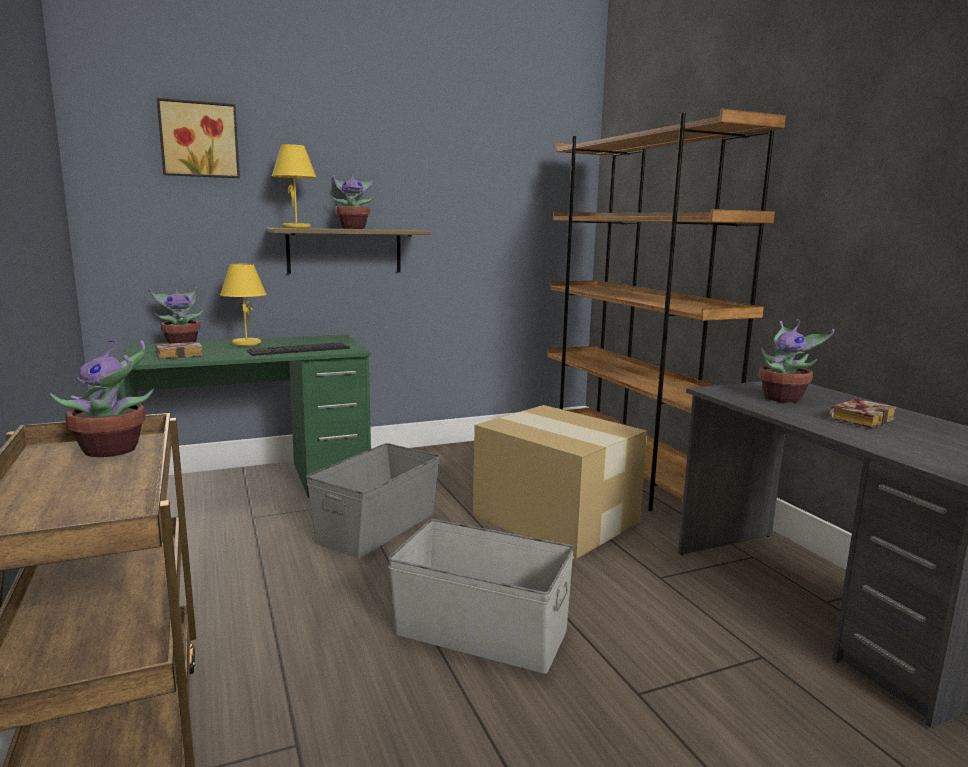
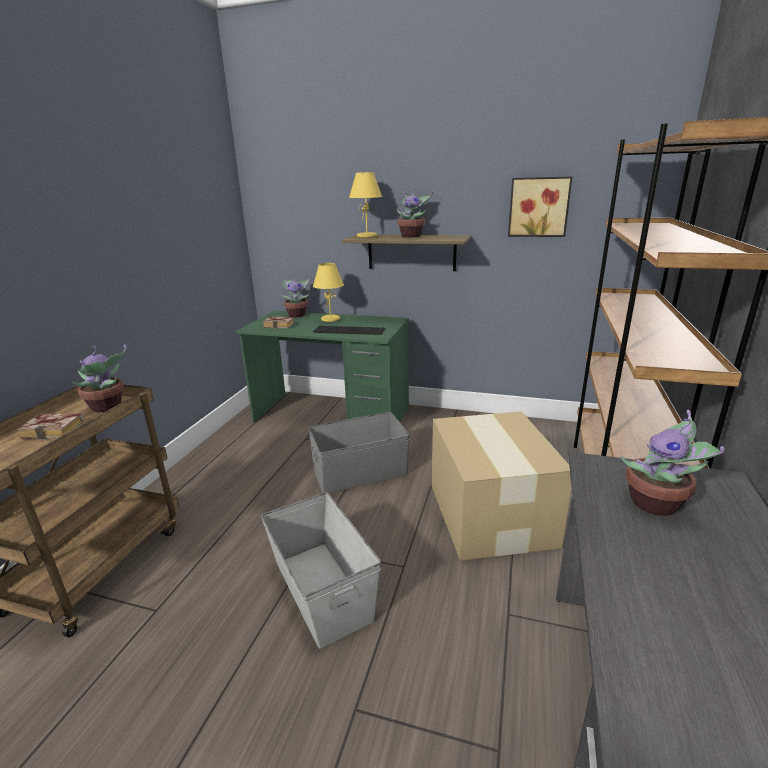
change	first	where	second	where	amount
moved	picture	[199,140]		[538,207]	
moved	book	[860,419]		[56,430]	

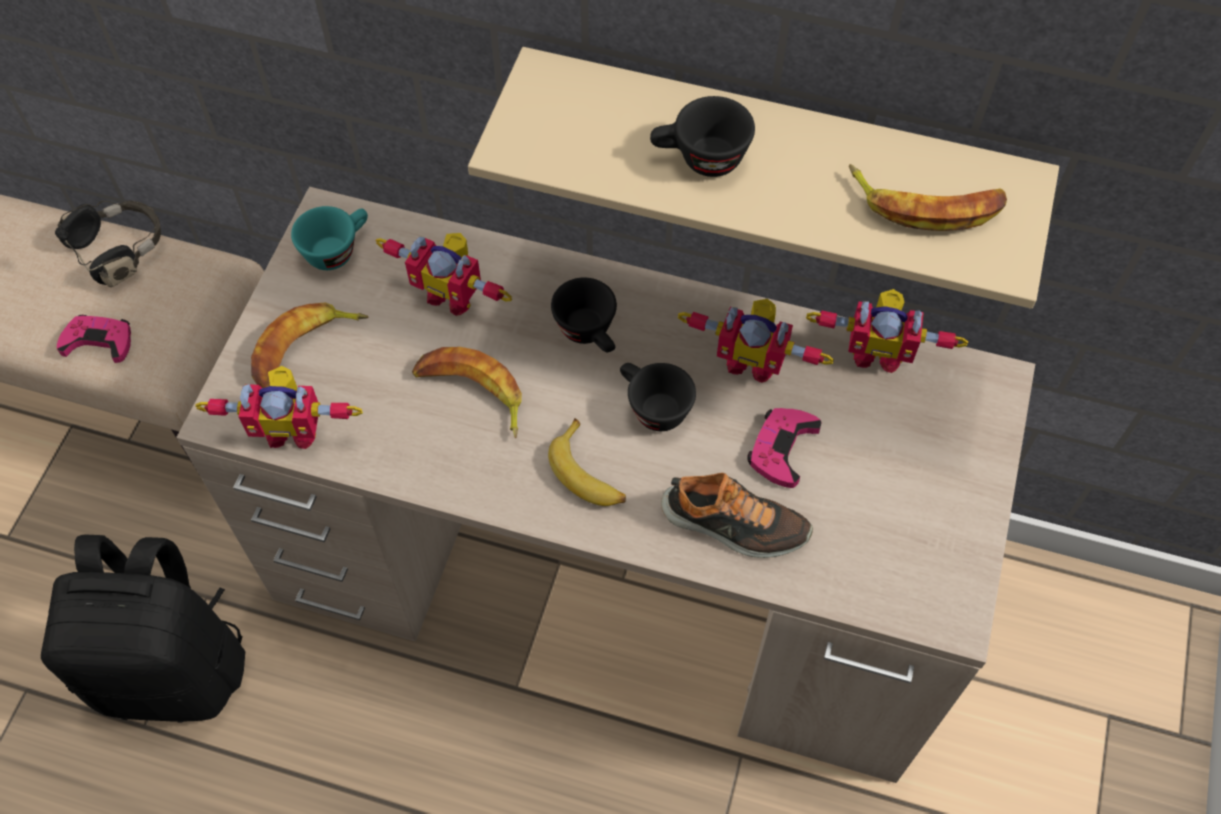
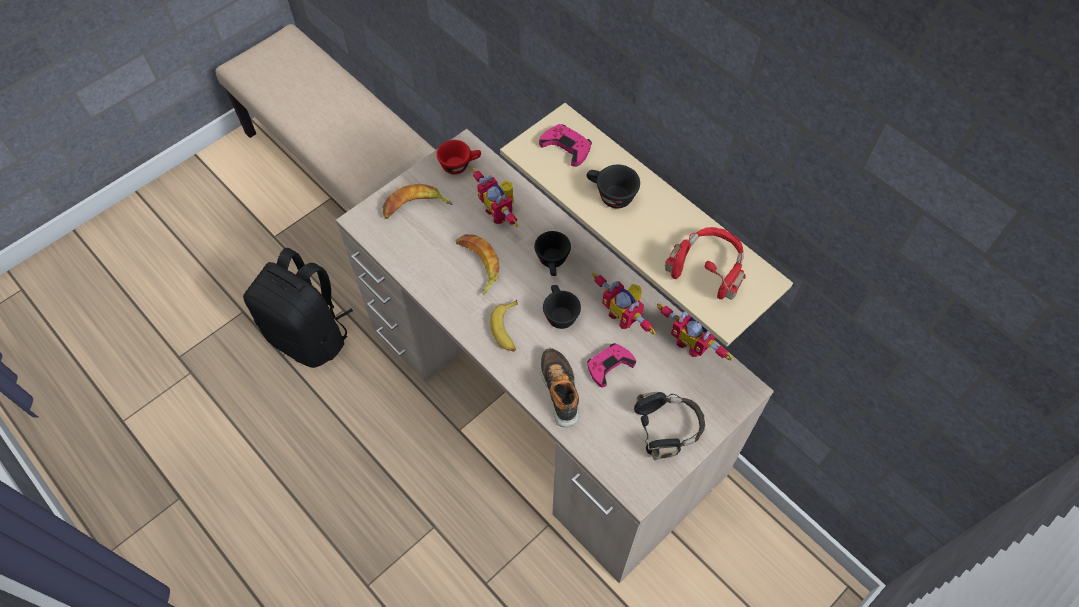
change	first	where	second	where	amount
moved	black headphones	[120,250]		[667,428]	
moved	pink game controller	[99,341]		[566,147]	
removed	toy robot	[292,428]			
recoloured	turquoise cup	[337,249]	red cup	[460,165]	
turned	shoe	[733,524]		[560,390]	150 degrees counterclockwise
replaced	banana	[926,204]	red headphones	[707,269]	

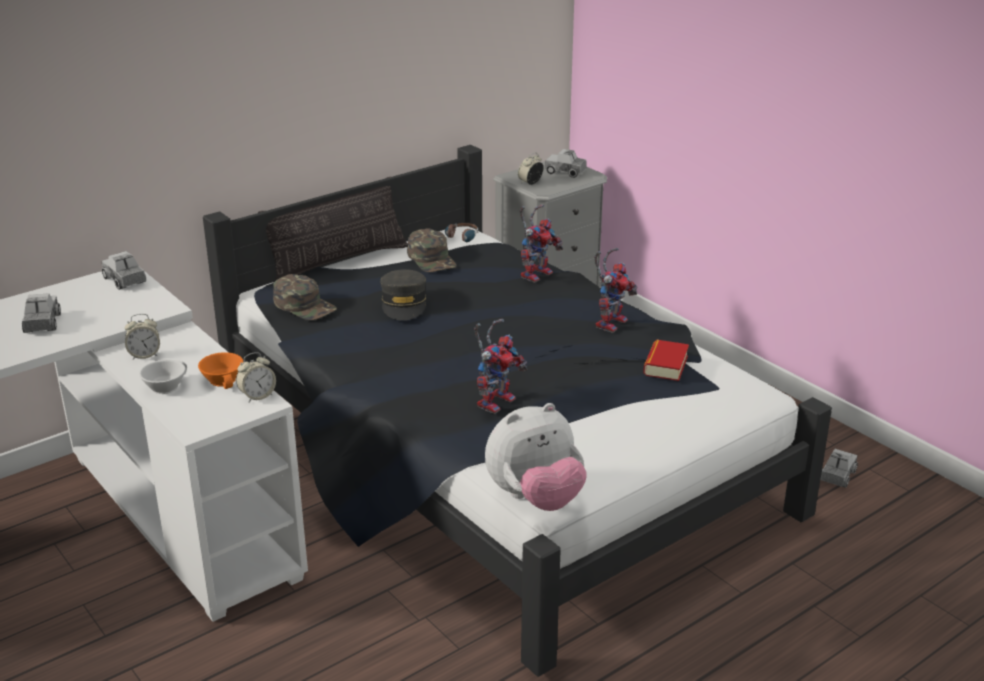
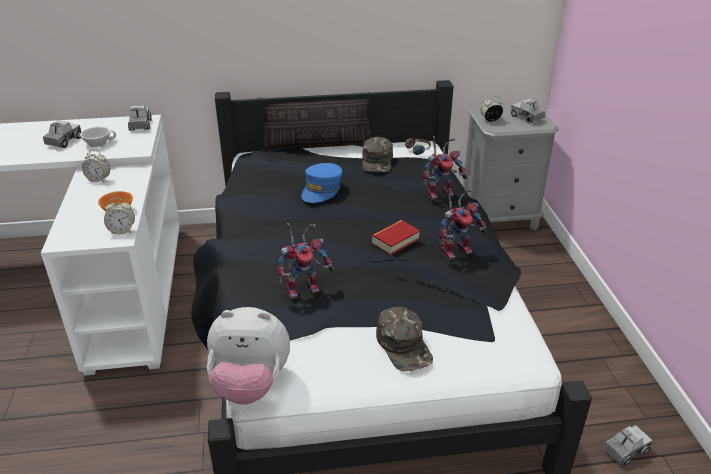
change	first	where	second	where	amount
moved	white cup	[164,386]		[98,143]	
moved	green cap	[305,305]		[404,345]	
recoloured	grey cap	[404,304]	blue cap	[321,190]	
moved	book	[665,365]		[395,241]	

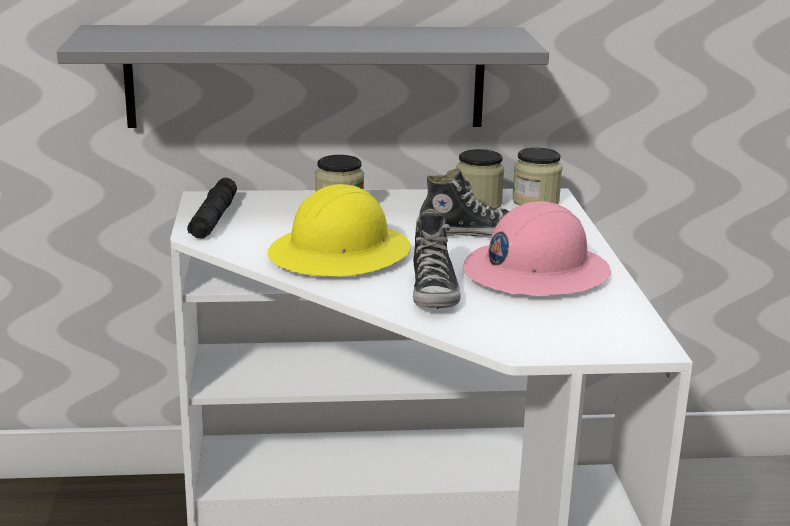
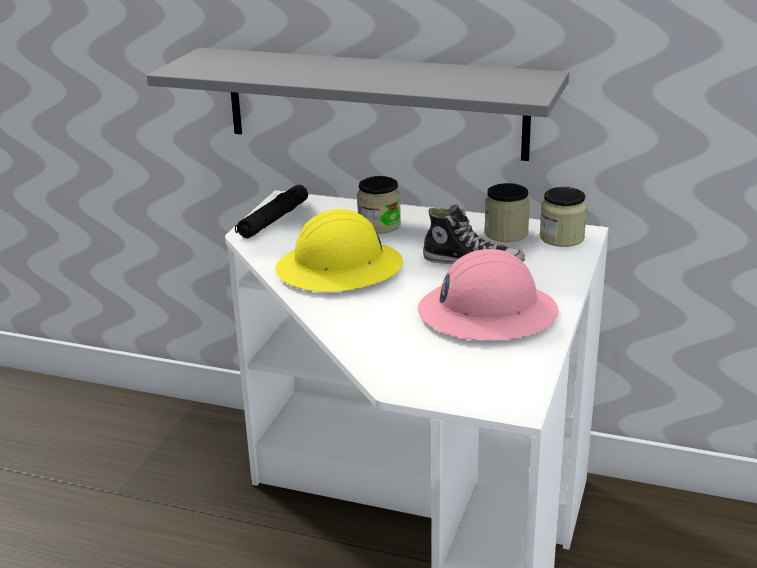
change	first	where	second	where	amount
removed	shoe	[434,292]			

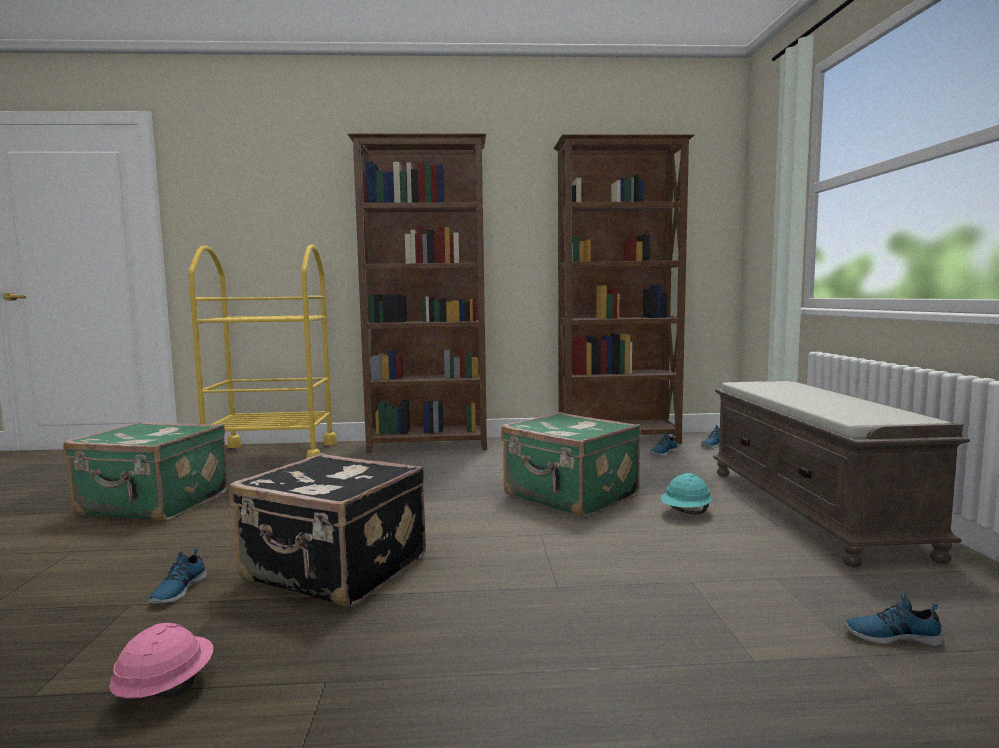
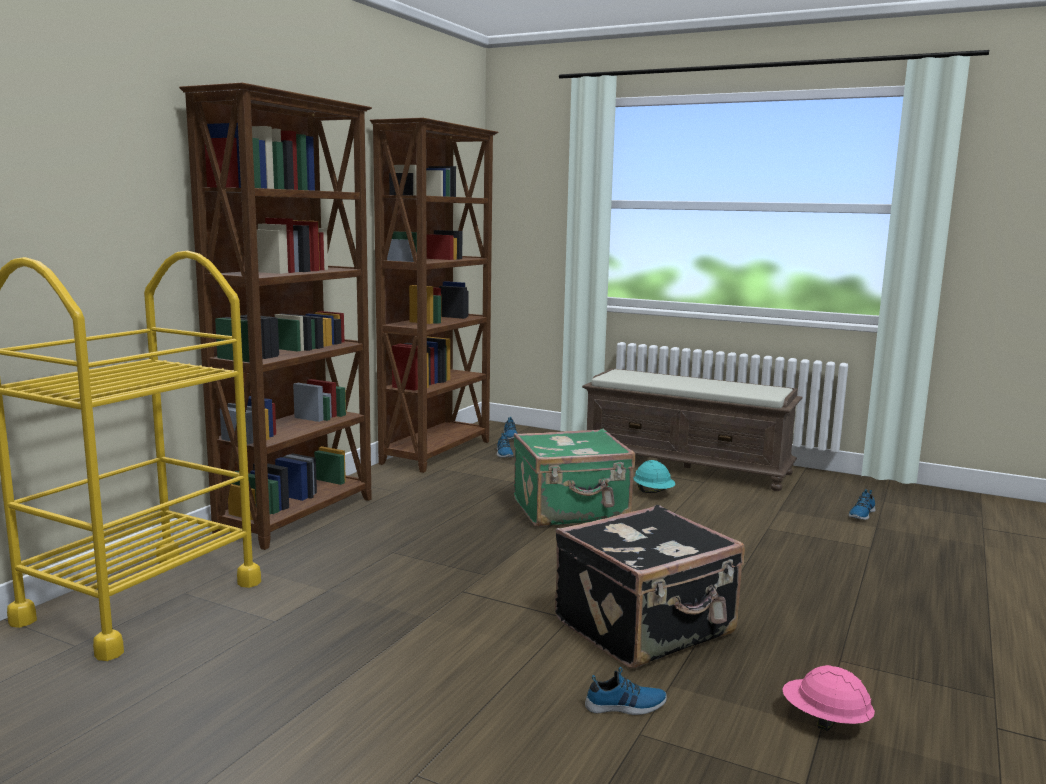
change	first	where	second	where	amount
removed	green suitcase	[154,505]			
turned	shoe	[177,590]		[626,706]	45 degrees counterclockwise

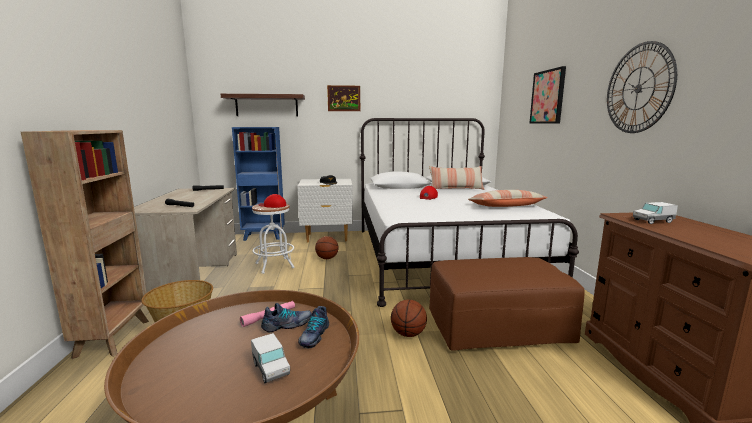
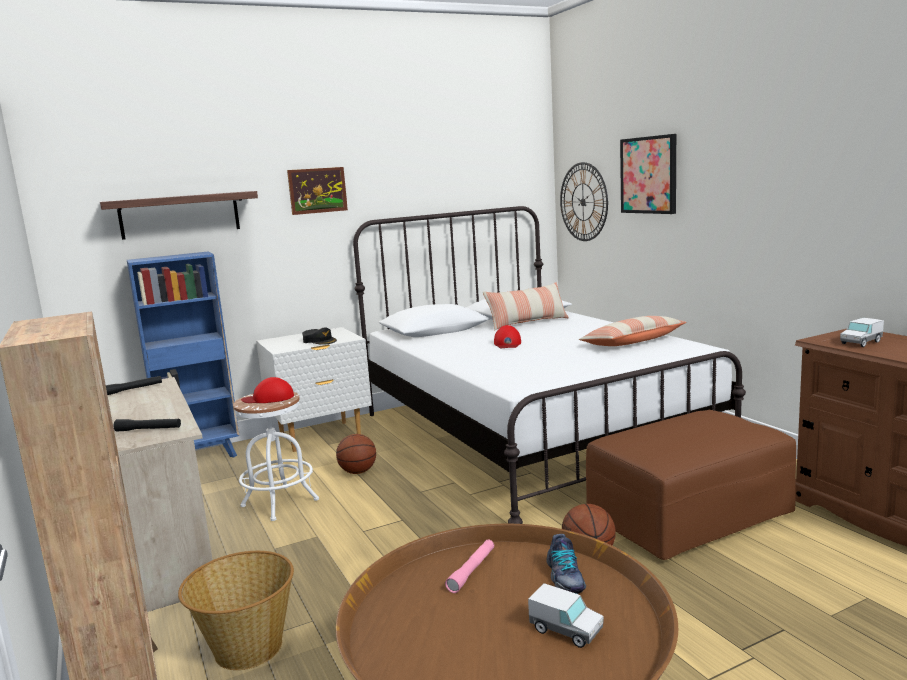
change	first	where	second	where	amount
removed	shoe	[287,325]			
moved	wall clock	[638,88]		[583,202]	

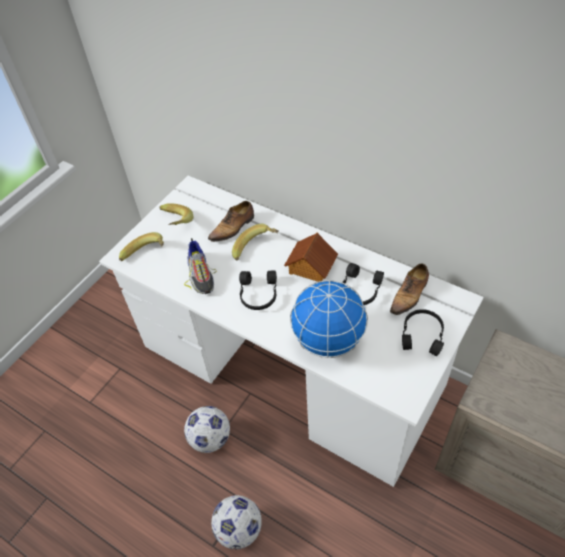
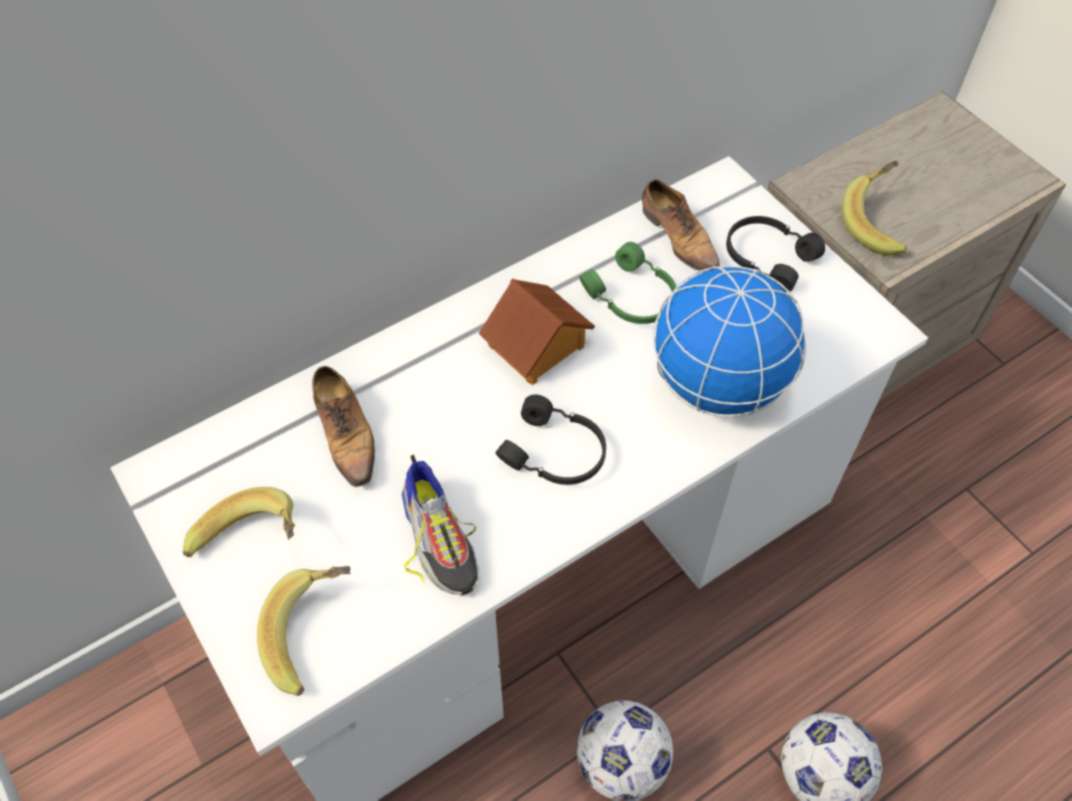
change	first	where	second	where	amount
turned	shoe	[201,274]		[440,538]	60 degrees clockwise
moved	banana	[256,249]		[878,223]	
recoloured	black headphones	[359,290]	green headphones	[631,297]	

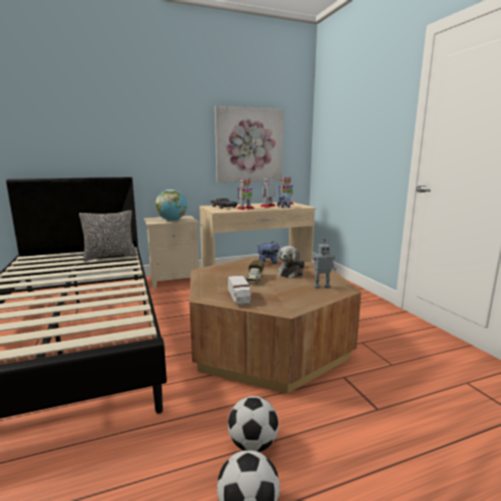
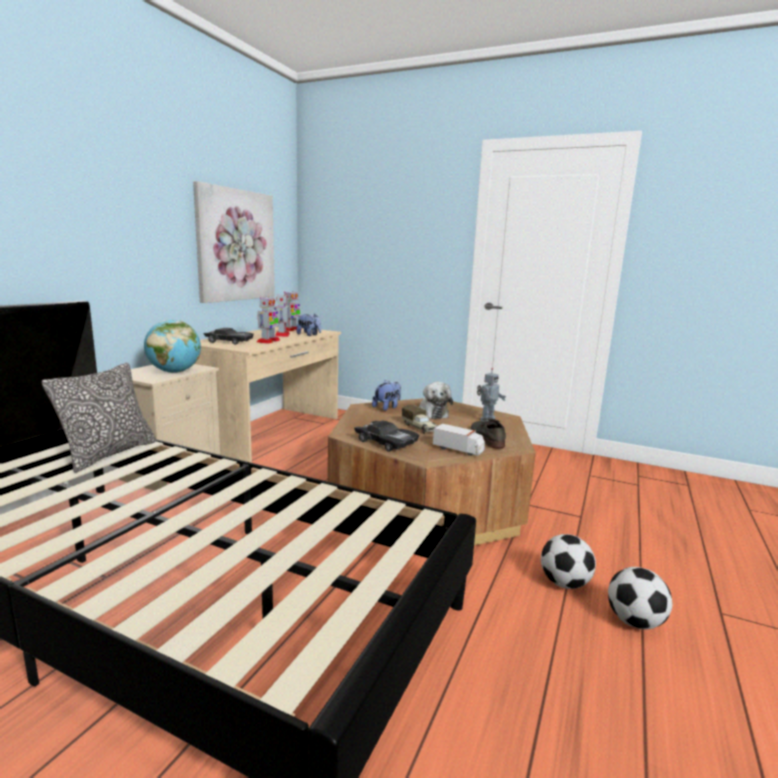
change	first	where	second	where	amount
added			black toy car	[386,442]	
added			grey shoe	[486,438]	

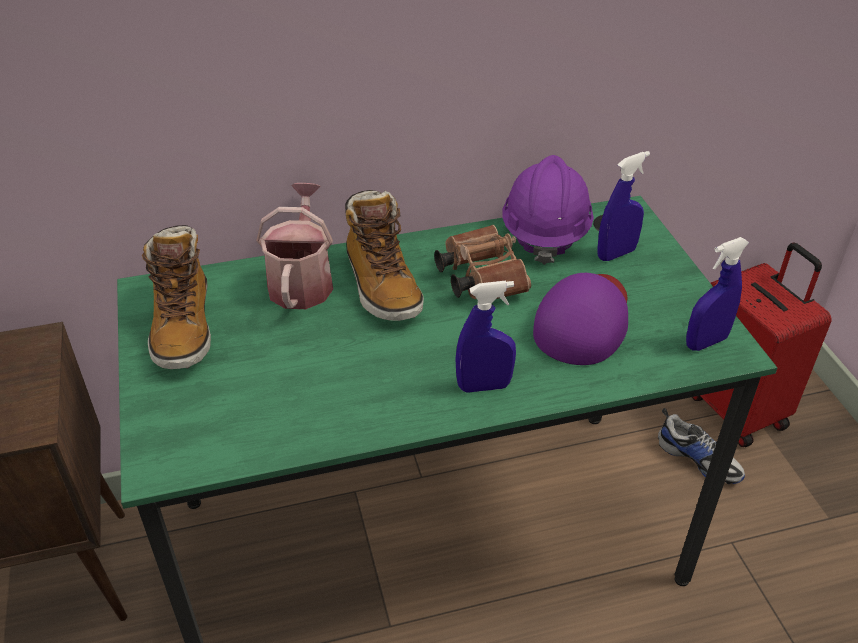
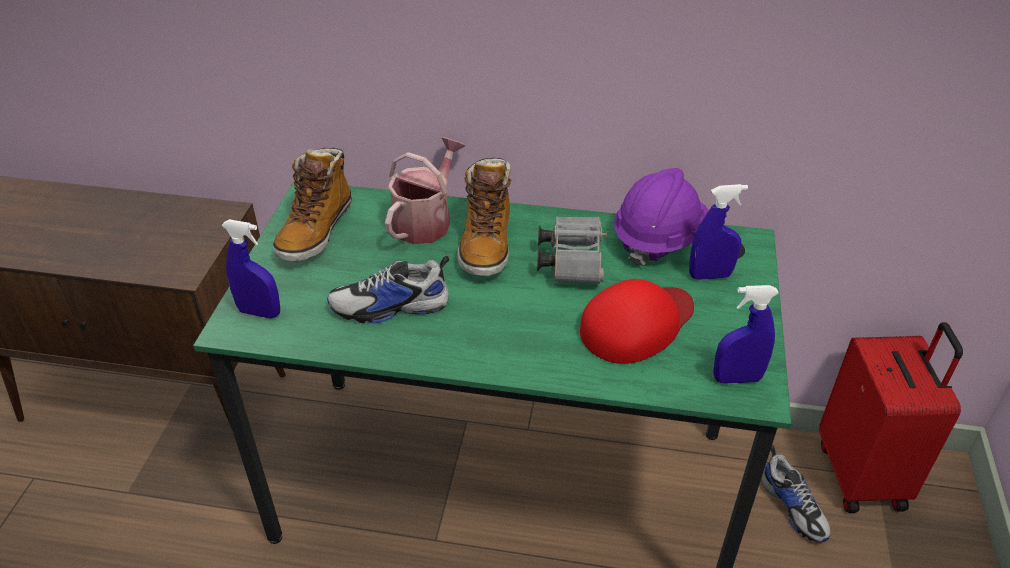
change	first	where	second	where	amount
recoloured	brown binoculars	[479,278]	grey binoculars	[571,260]	
moved	blue spray bottle	[484,386]		[259,312]	
recoloured	purple cap	[584,321]	red cap	[637,324]	
added			shoe	[391,307]	

